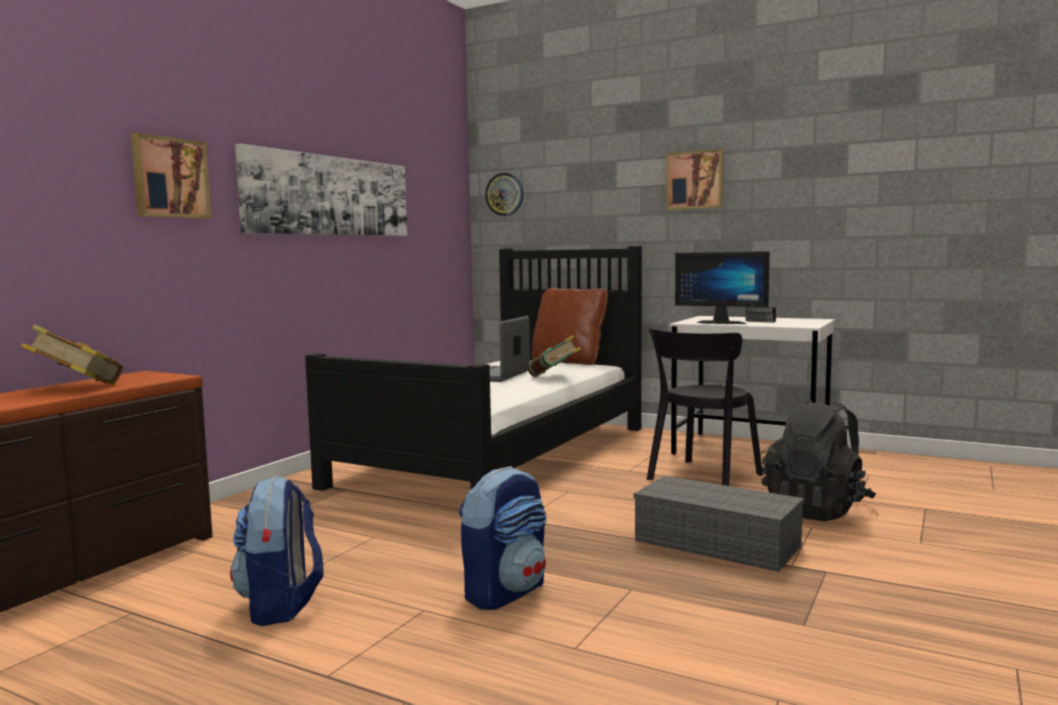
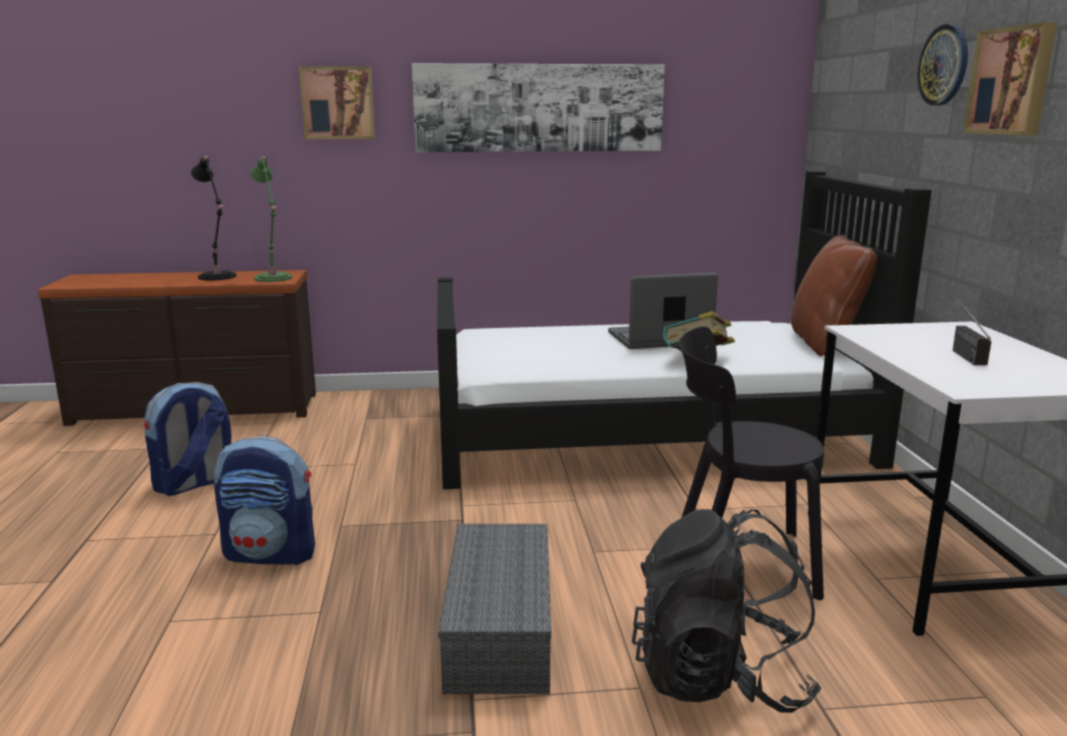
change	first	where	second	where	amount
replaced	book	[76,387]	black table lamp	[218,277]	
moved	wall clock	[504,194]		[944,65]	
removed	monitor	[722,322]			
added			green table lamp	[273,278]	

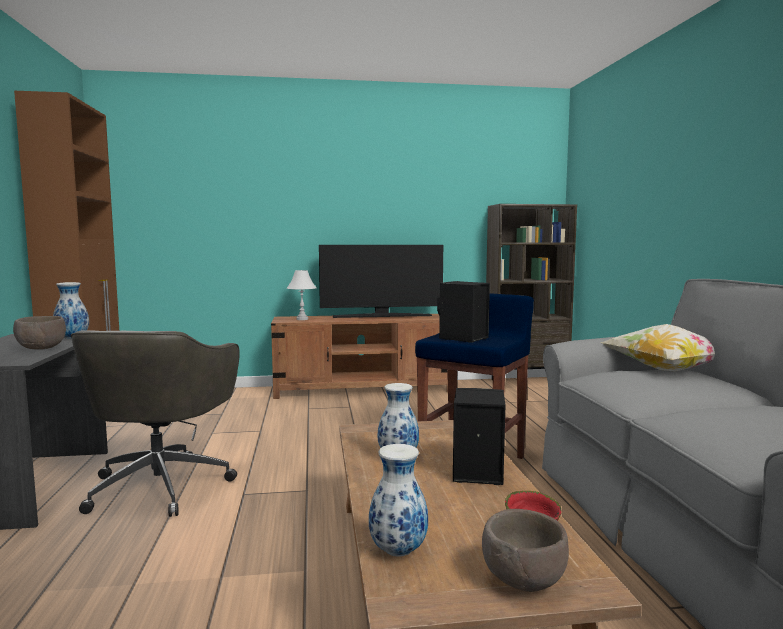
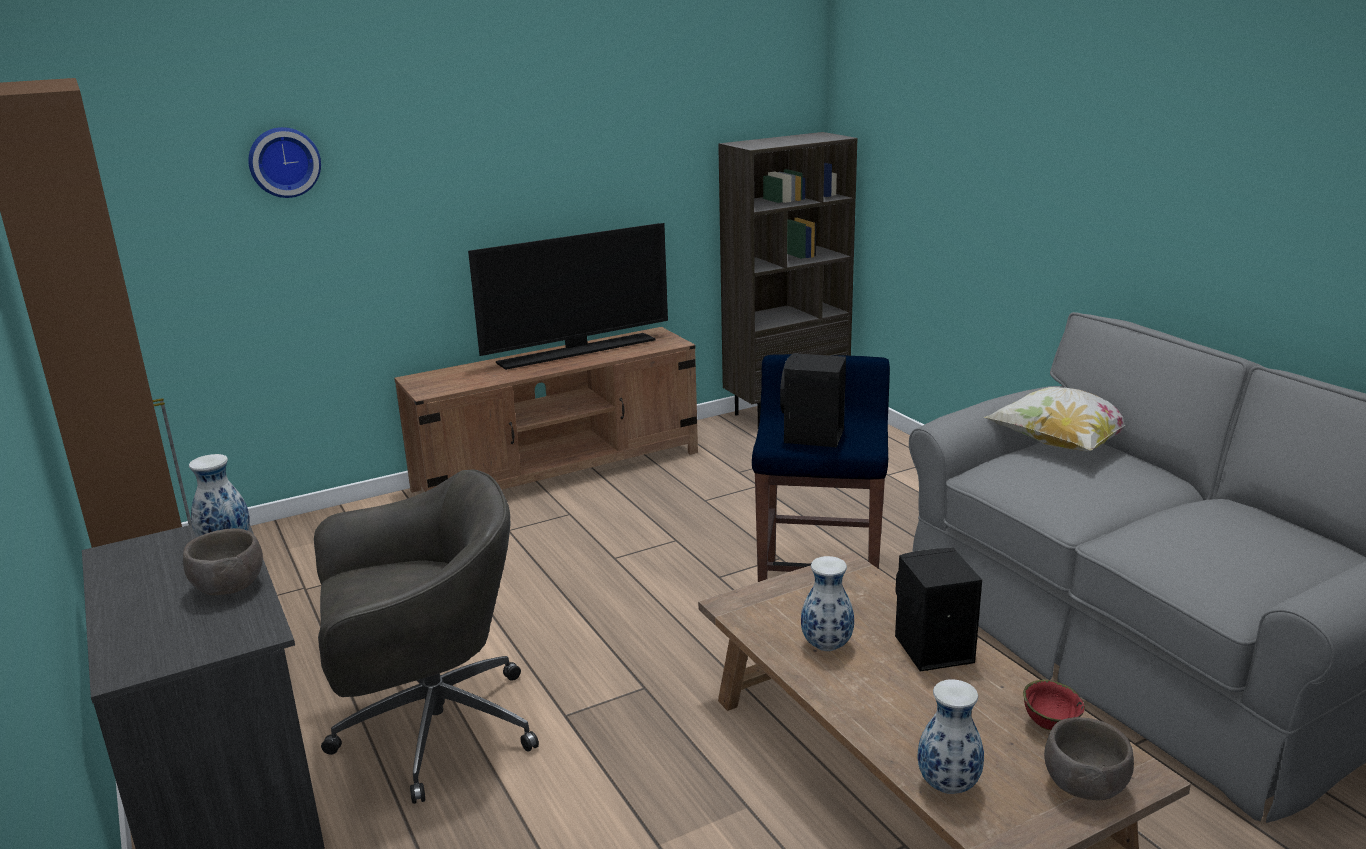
change	first	where	second	where	amount
turned	grey office chair	[161,485]		[430,730]	90 degrees counterclockwise
removed	white table lamp	[302,319]			
added			wall clock	[284,162]	

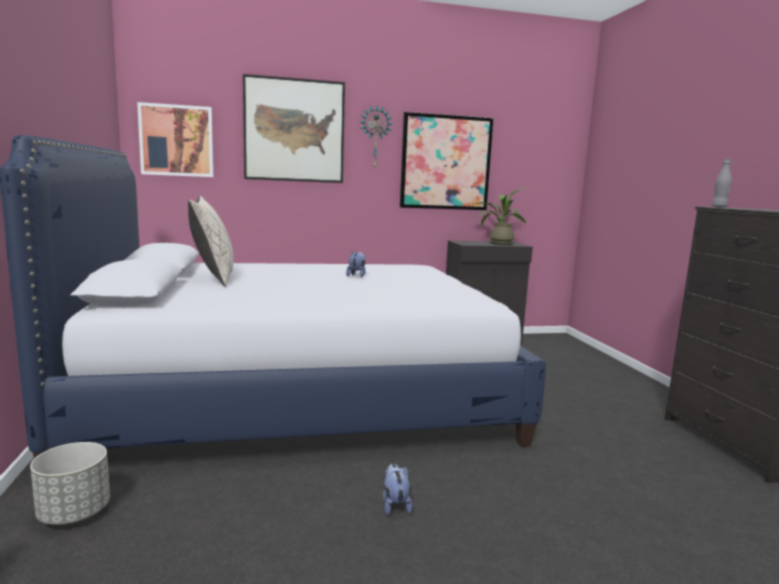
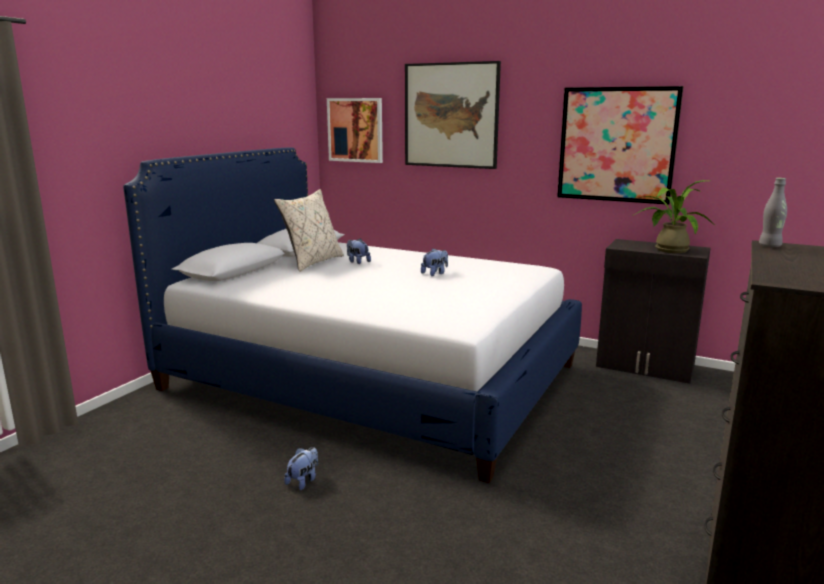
change	first	where	second	where	amount
removed	grey planter	[75,513]			
removed	wall clock	[375,137]			
added			plush toy	[357,262]	

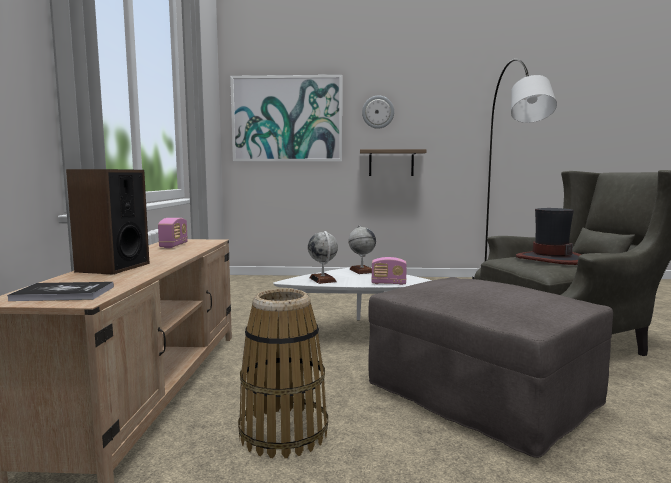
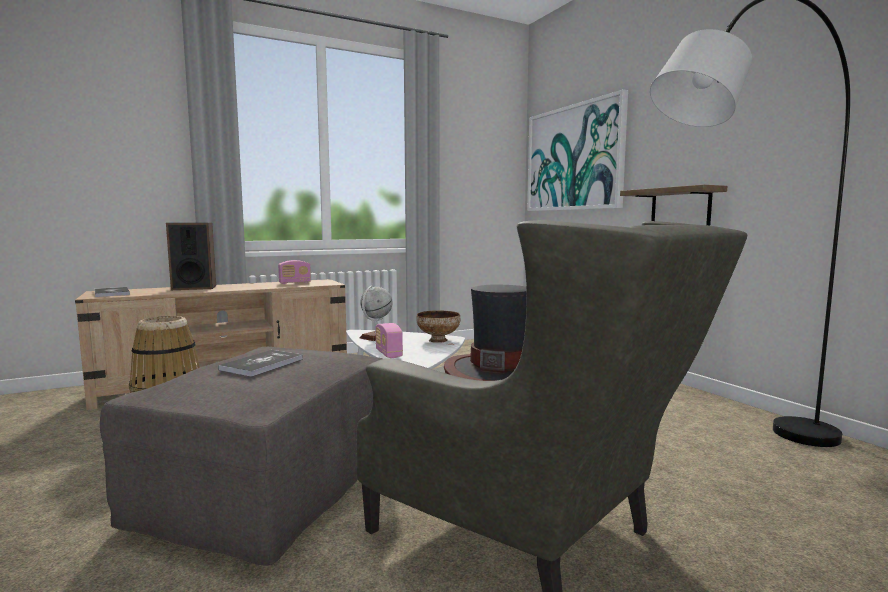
change	first	where	second	where	amount
replaced	globe	[361,271]	bowl	[439,340]	
removed	wall clock	[378,112]			
added			book	[262,364]	

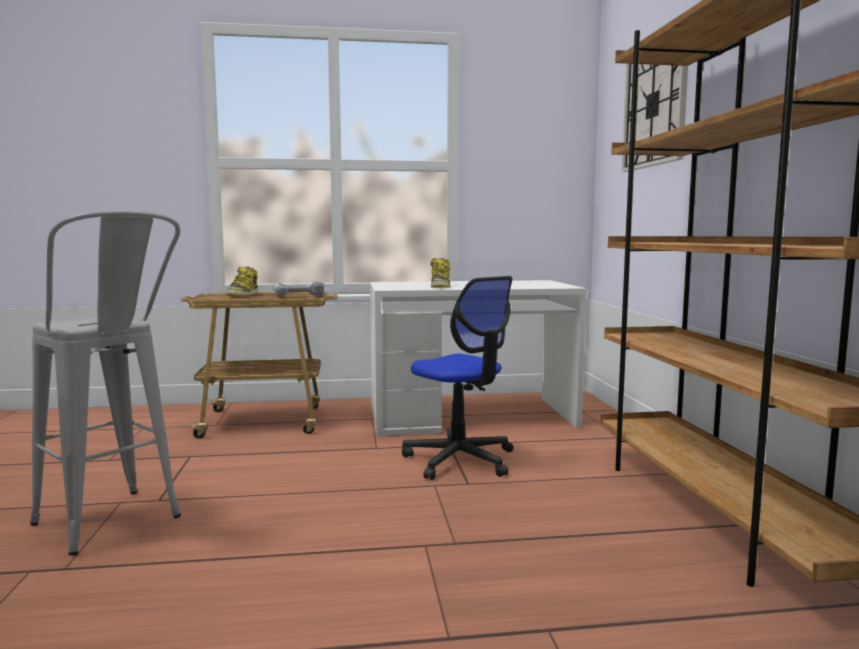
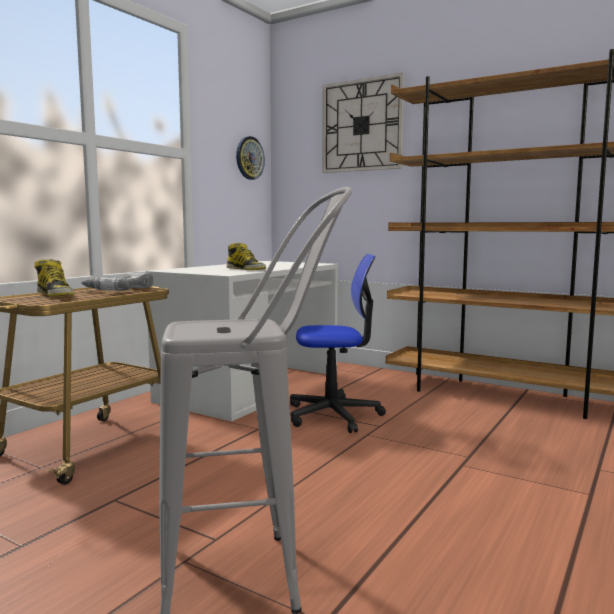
change	first	where	second	where	amount
added			wall clock	[249,158]	

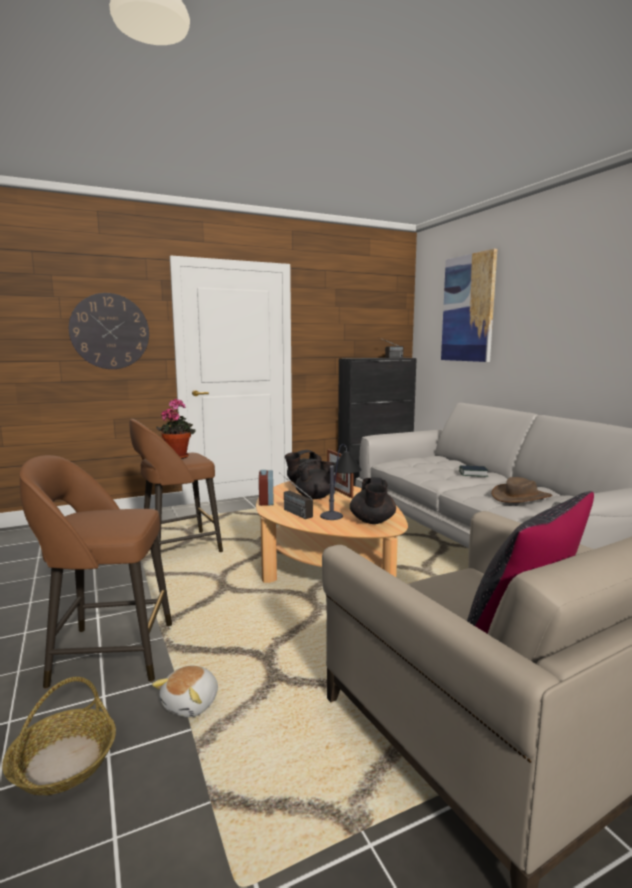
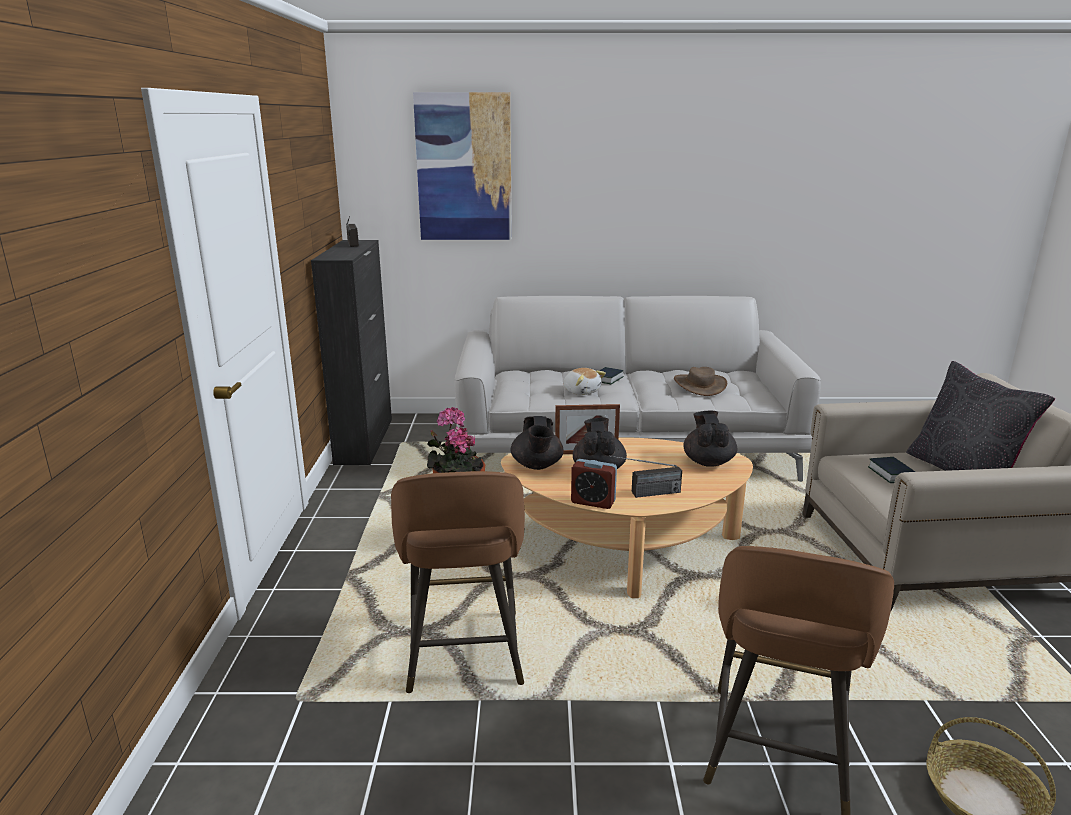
change	first	where	second	where	amount
removed	wall clock	[110,331]			
moved	plush toy	[191,703]		[581,391]	
removed	table lamp	[340,509]			
turned	black teapot	[372,521]		[708,462]	120 degrees counterclockwise
added			book	[891,474]	

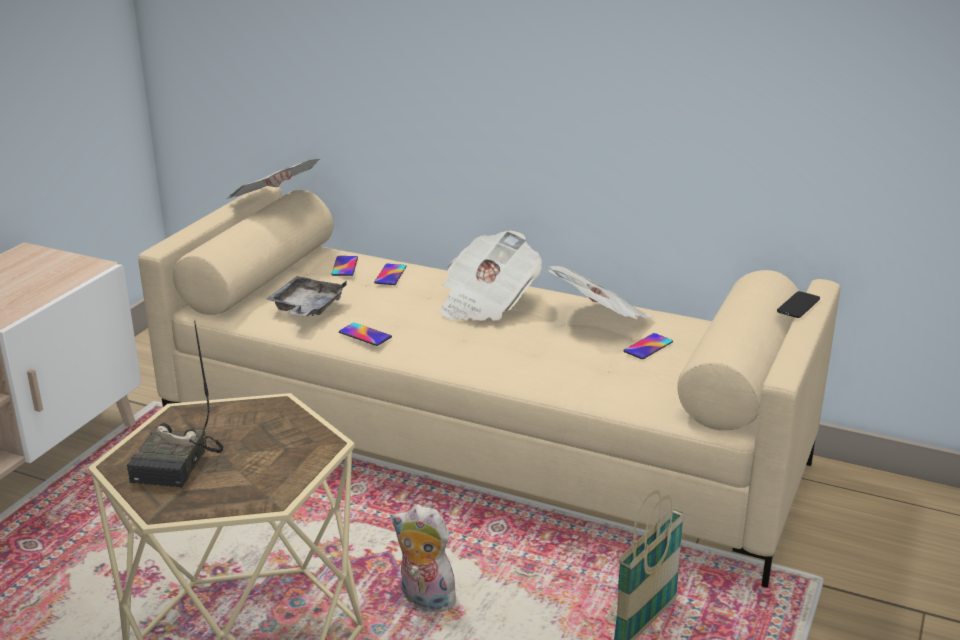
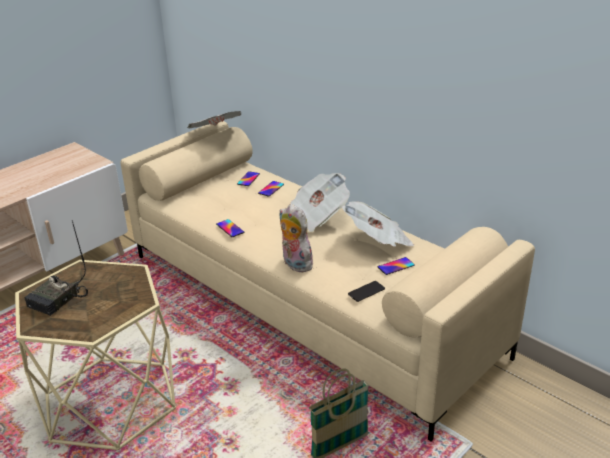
change	first	where	second	where	amount
removed	grey tray	[307,308]			
moved	plush toy	[424,600]		[294,264]	
moved	phone	[798,305]		[366,291]	

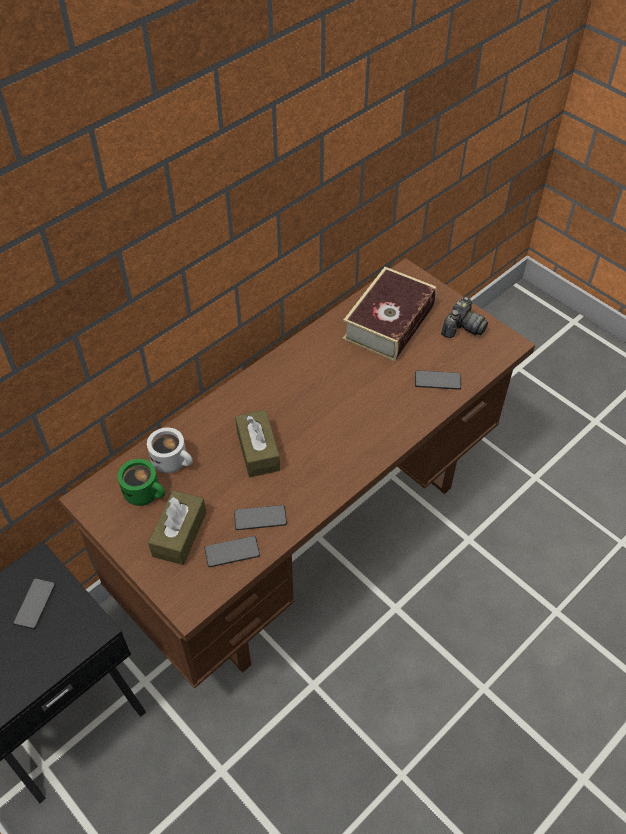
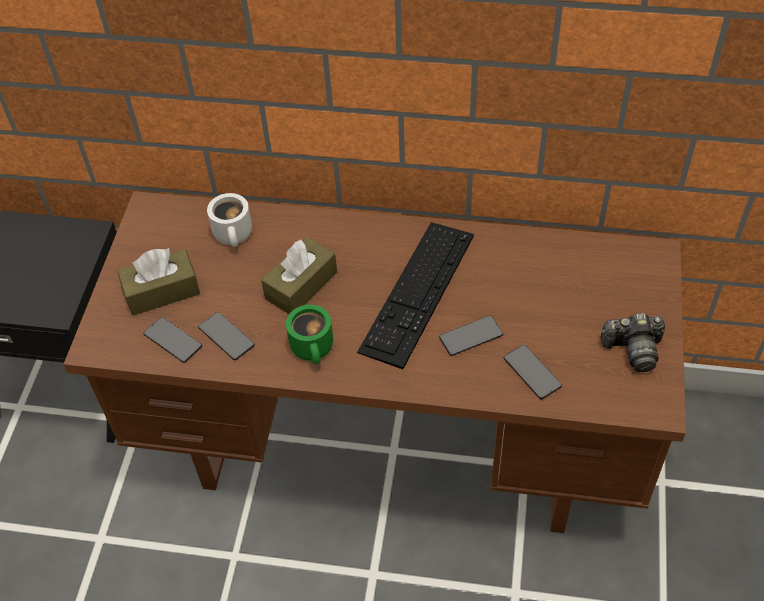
change	first	where	second	where	amount
moved	phone	[35,604]		[471,336]	
moved	green mug	[145,493]		[314,349]	
removed	book	[389,322]			
added			keyboard	[417,292]	

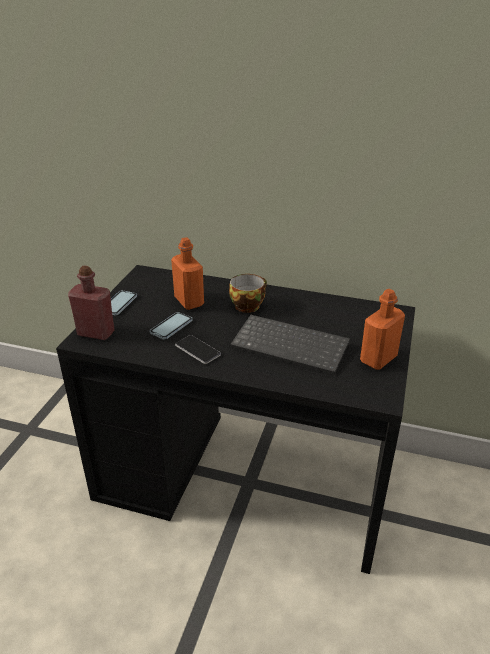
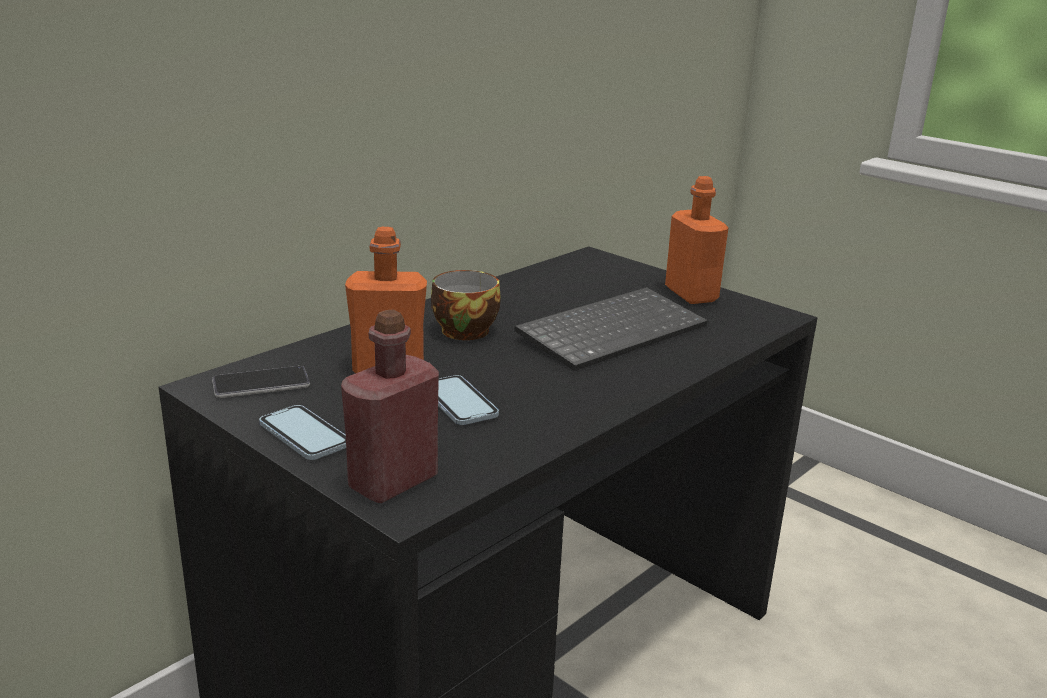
change	first	where	second	where	amount
moved	phone	[197,350]		[261,384]	

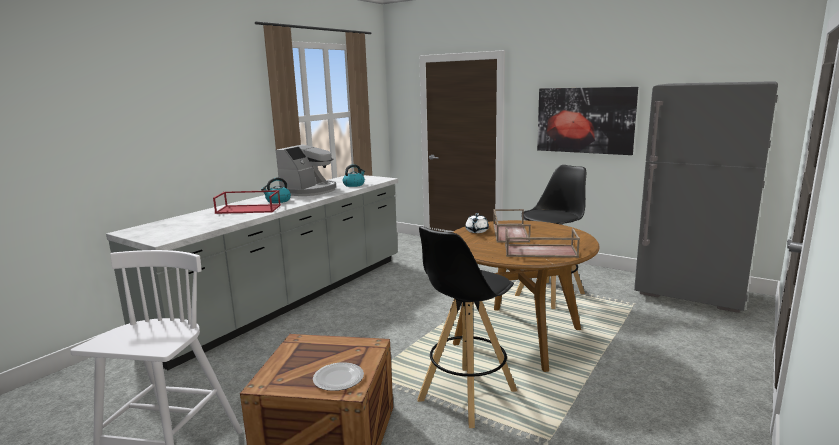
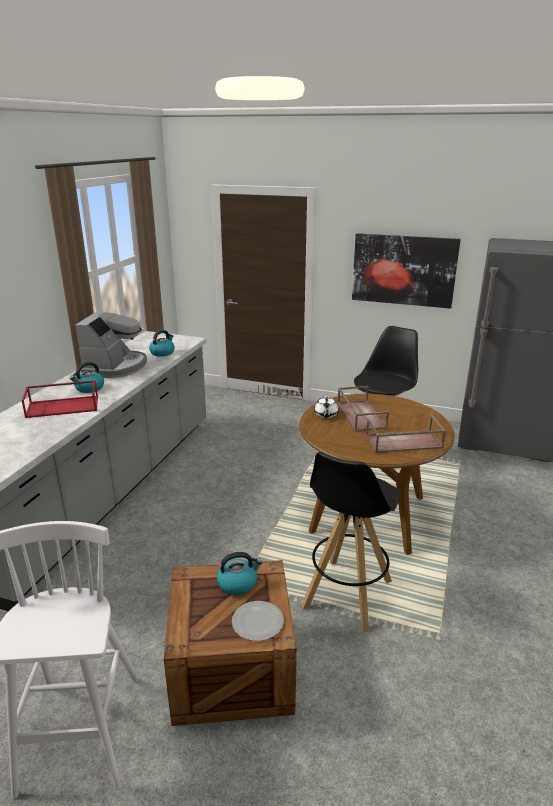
change	first	where	second	where	amount
added			kettle	[238,583]	

